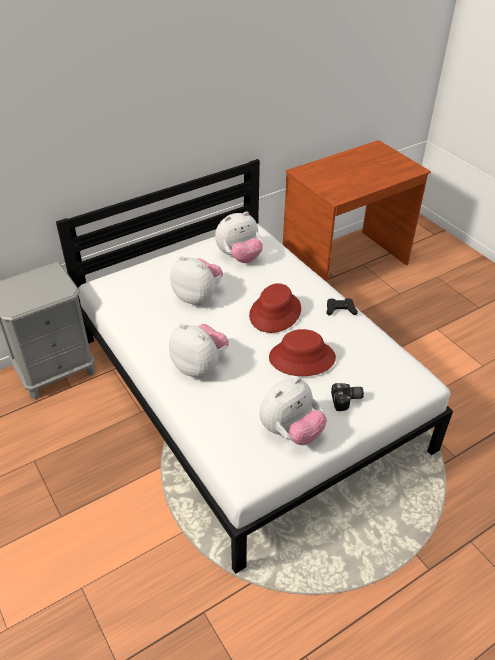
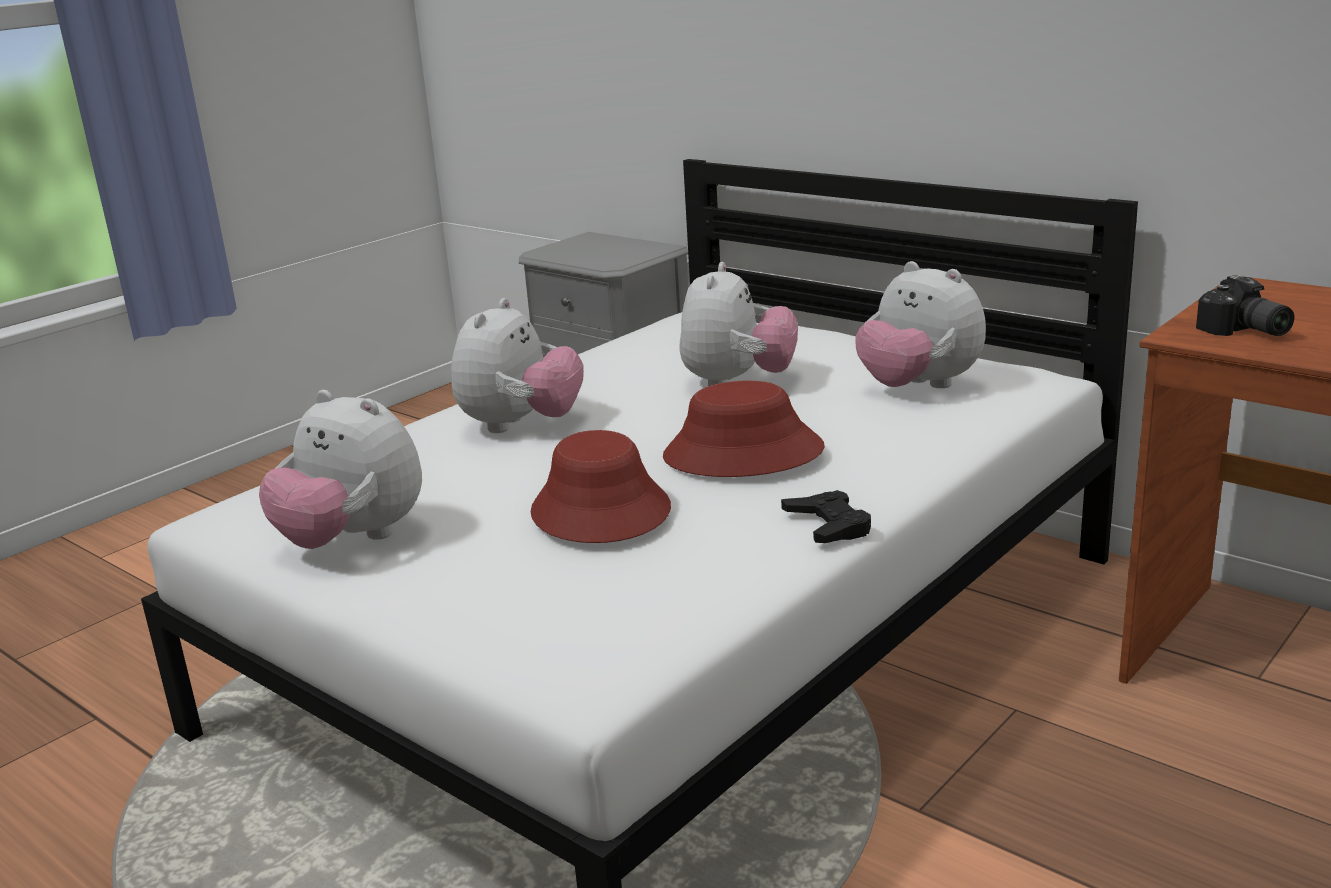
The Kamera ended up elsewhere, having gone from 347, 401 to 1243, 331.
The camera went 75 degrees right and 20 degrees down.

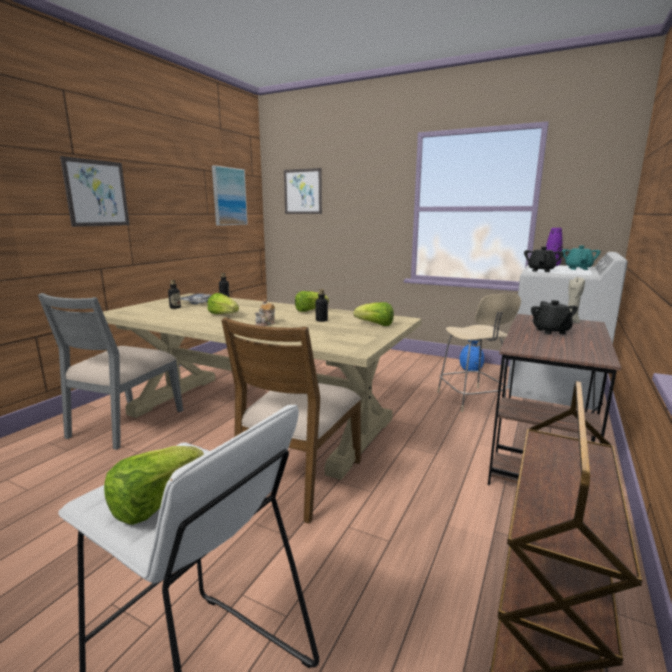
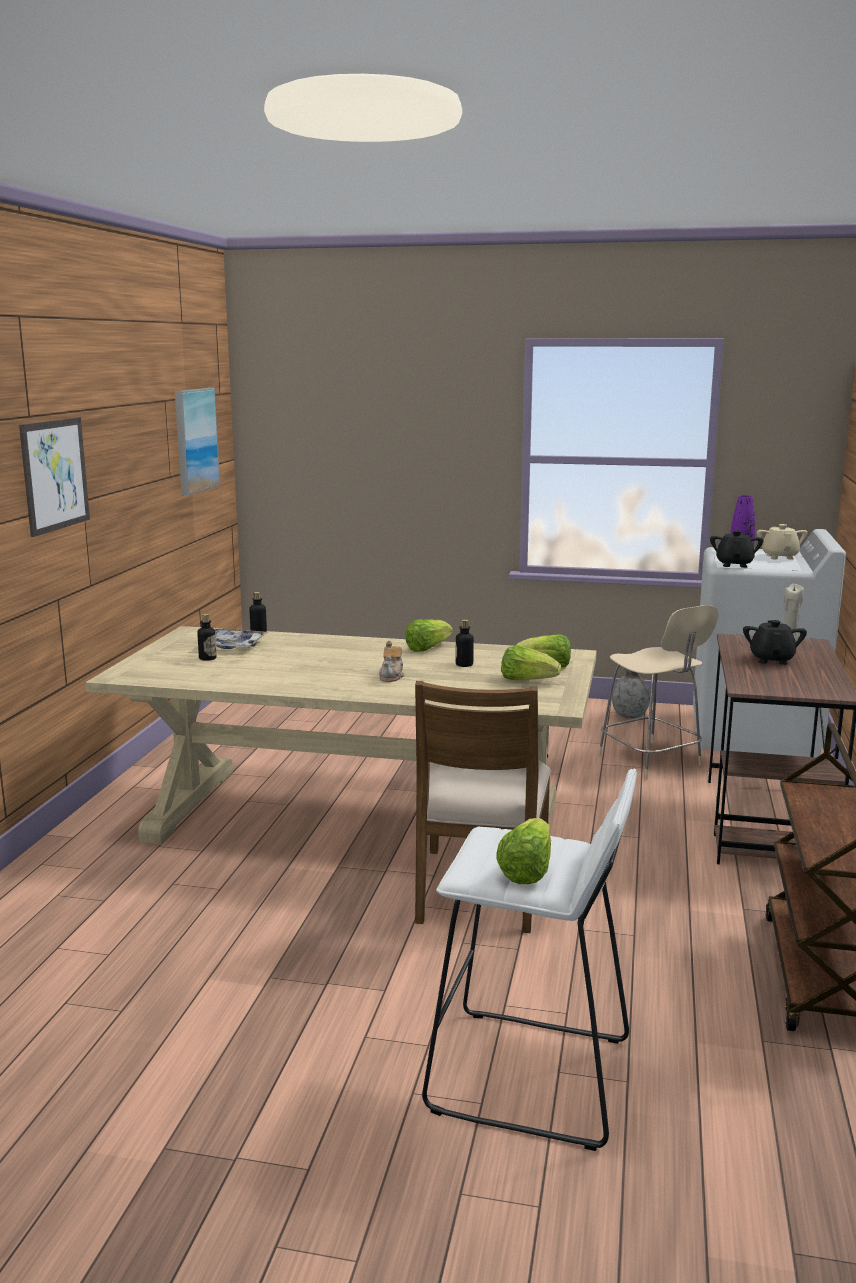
The second view lost the Stuhl/grau at 125, 423.
The second view lost the Bild at 303, 191.
The Salatkopf ended up elsewhere, having gone from 223, 315 to 527, 680.
What was the Vase/blau at 470, 370 turned into the Vase/grau at 630, 716.
What was the Teekanne/türkis at 578, 268 turned into the Teekanne/beige at 779, 557.
The Teekanne/schwarz at 551, 331 ended up facing another way, 150 degrees counterclockwise from before.
The camera went 15 degrees left and 0 degrees up.

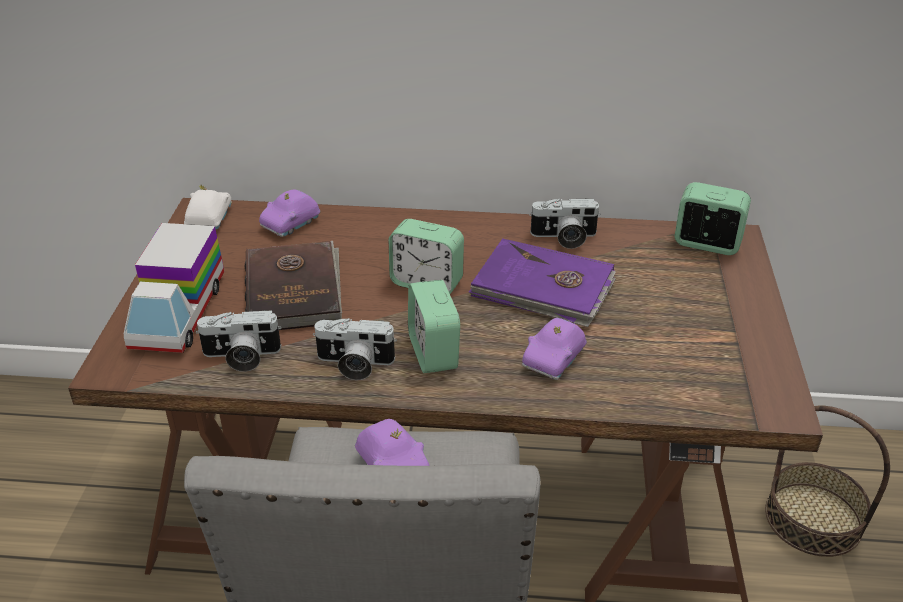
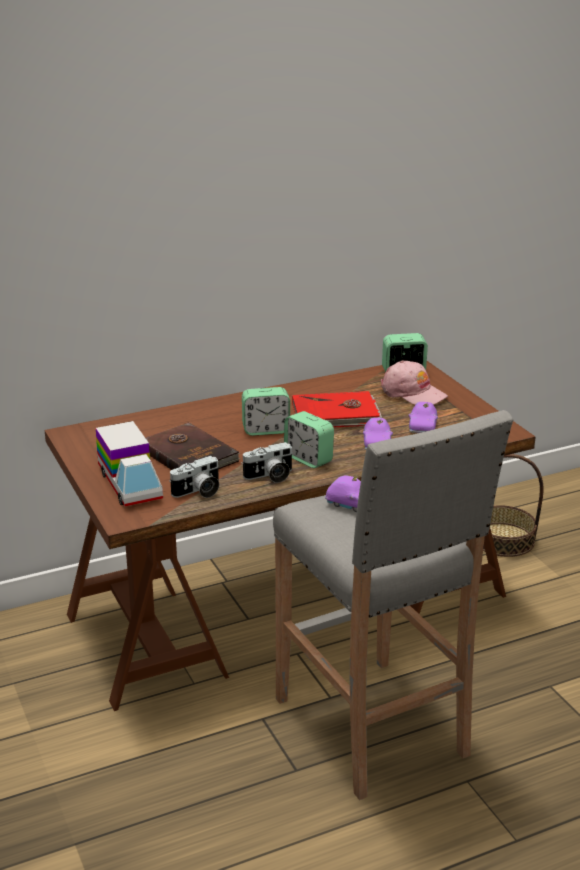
The second view lost the Spielzeugauto/weiß at 208, 219.
The second view lost the Kamera at 564, 238.
The second view gained the Kappe/rosa at 413, 393.
The Spielzeugauto/lila ended up elsewhere, having gone from 291, 224 to 423, 427.
What was the Buch/lila at 543, 288 turned into the Buch/rot at 336, 415.
The camera went 30 degrees left and 10 degrees down.

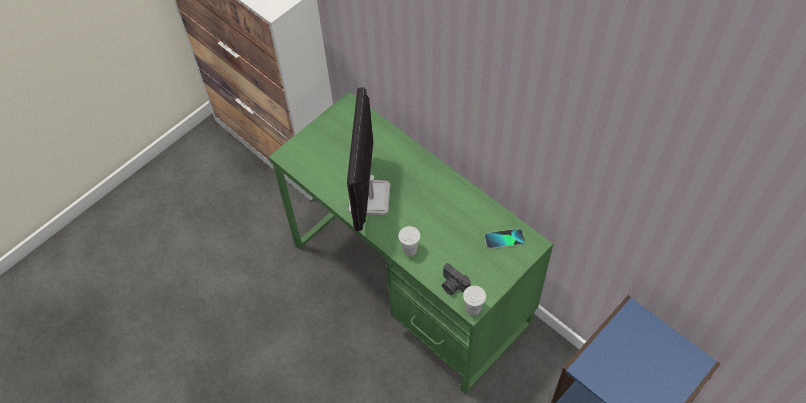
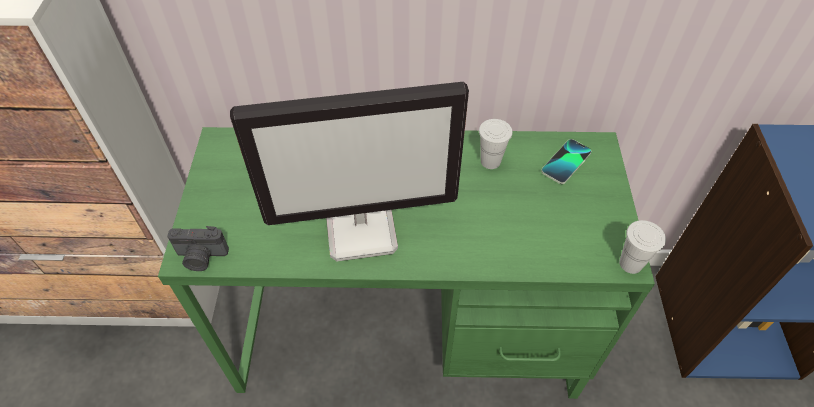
The Tasse/weiß ended up elsewhere, having gone from 410, 250 to 490, 161.
The Kamera ended up elsewhere, having gone from 453, 286 to 201, 257.
The Monitor at 369, 199 ended up facing another way, 60 degrees counterclockwise from before.
The camera went 45 degrees left and 5 degrees down.

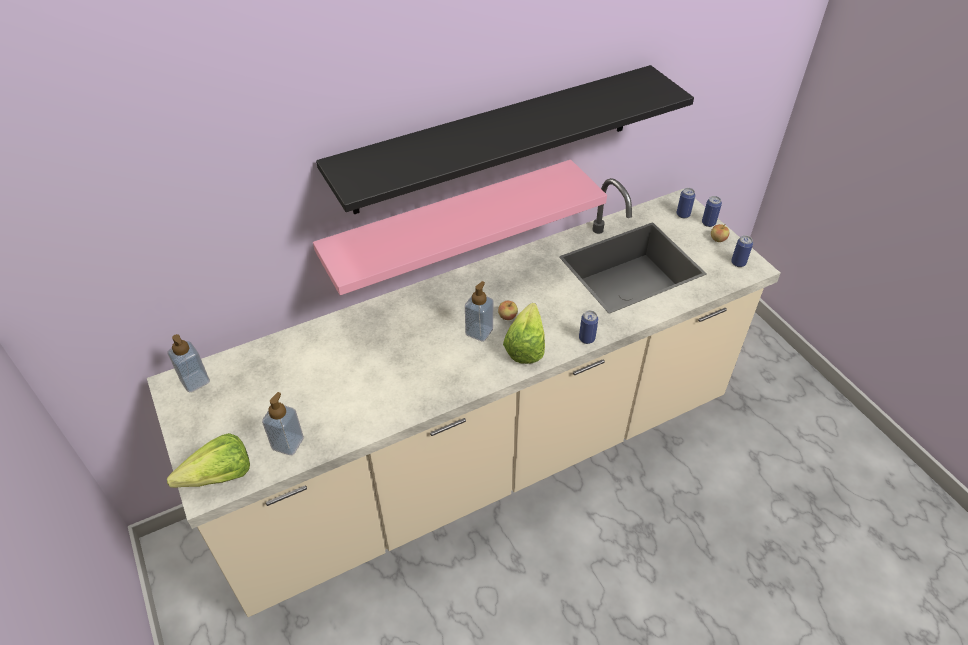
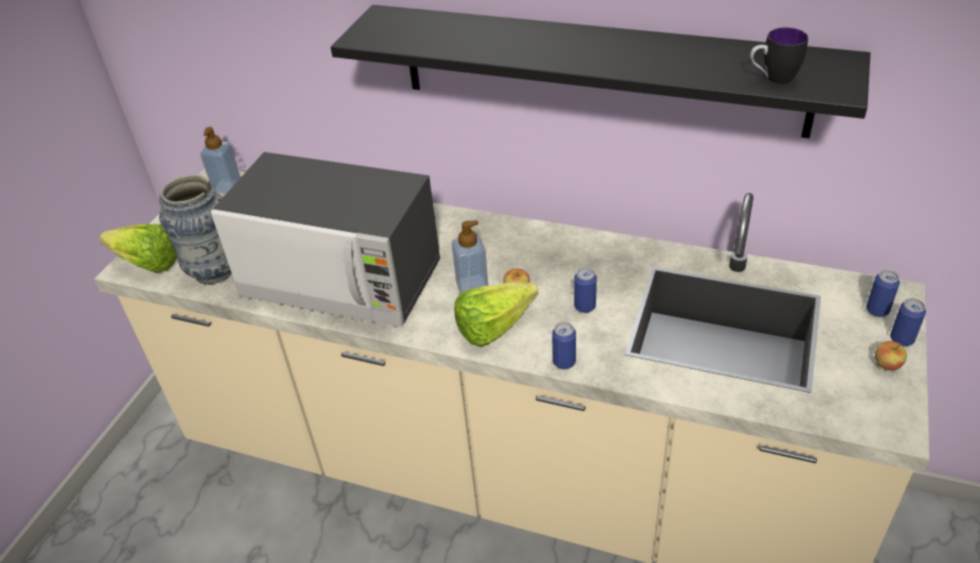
The second view lost the Wandregal/rosa at 450, 224.
The second view gained the Mikrowelle at 342, 280.
The second view gained the Henkelbecher at 772, 79.
The Dose ended up elsewhere, having gone from 738, 263 to 585, 306.
Where the Seifenspender stood at 288, 443, the Vase came to stand at 215, 272.
The camera went 50 degrees right and 5 degrees down.

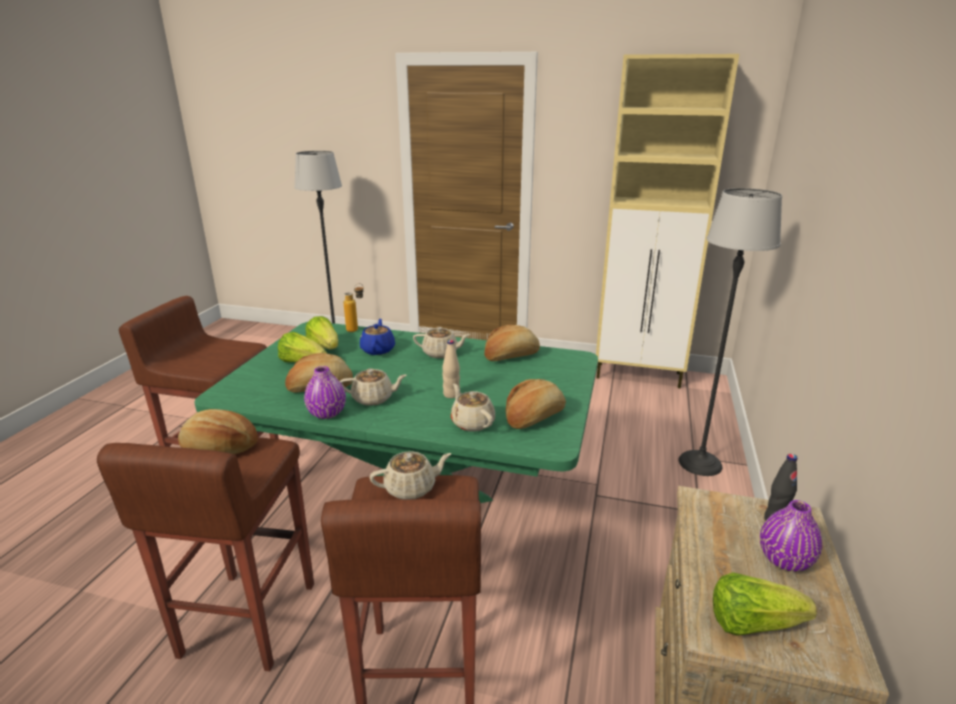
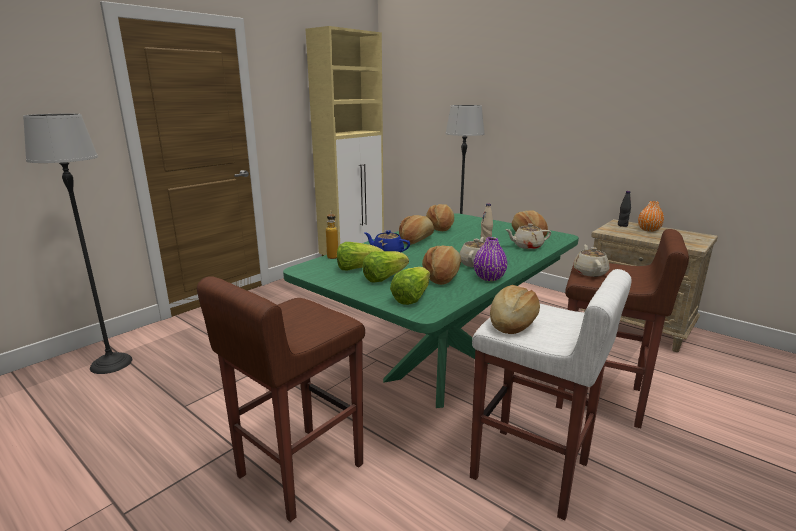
The Salatkopf ended up elsewhere, having gone from 752, 623 to 411, 298.
Where the Teekanne/beige stood at 441, 353, the Brot came to stand at 416, 240.
What was the Hocker/braun at 246, 620 turned into the Hocker/weiß at 531, 472.
What was the Vase/lila at 784, 560 turned into the Vase/orange at 648, 230.
The camera went 65 degrees left and 5 degrees down.

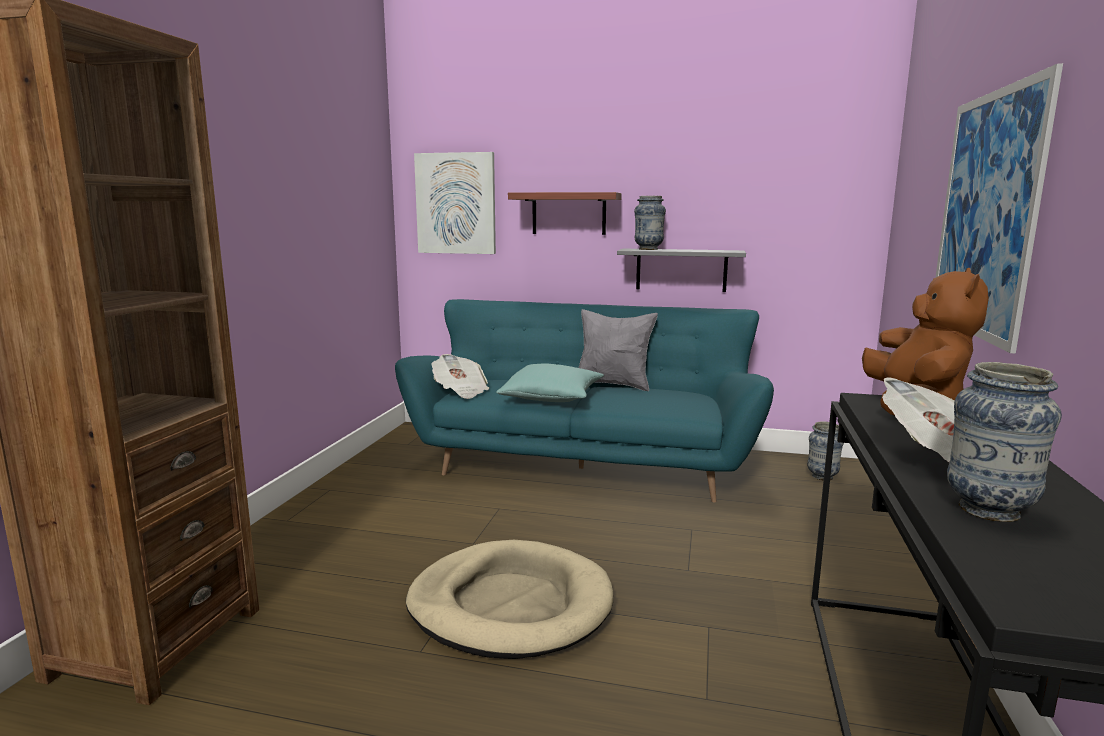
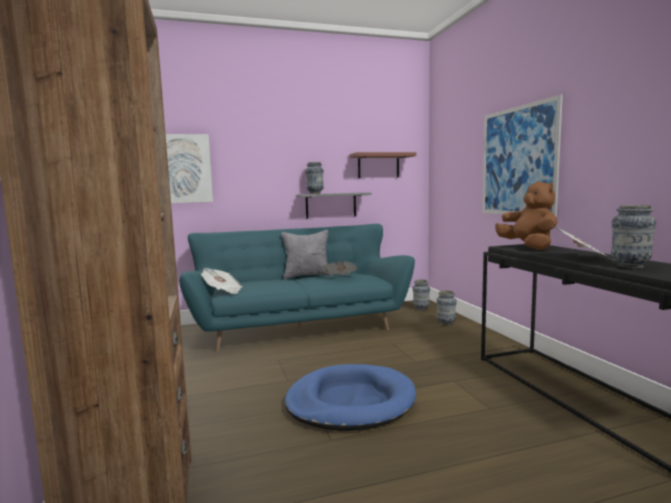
The second view lost the Kissen/türkis at 552, 397.
The second view gained the Zeitung at 341, 278.
The second view gained the Vase at 446, 324.
The Wandregal ended up elsewhere, having gone from 569, 213 to 378, 165.
What was the Hundebett/beige at 510, 605 turned into the Hundebett/blau at 350, 402.
The camera went 30 degrees left and 5 degrees down.

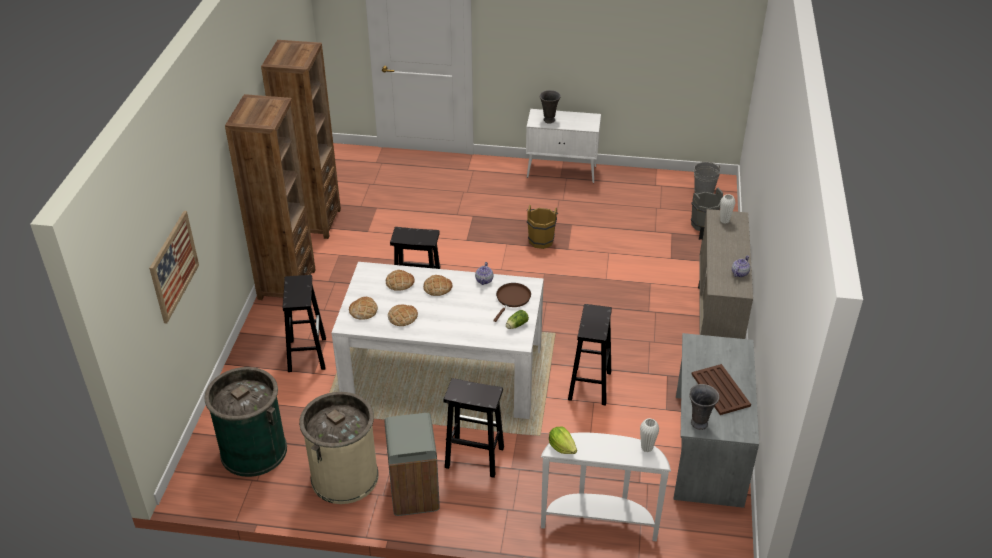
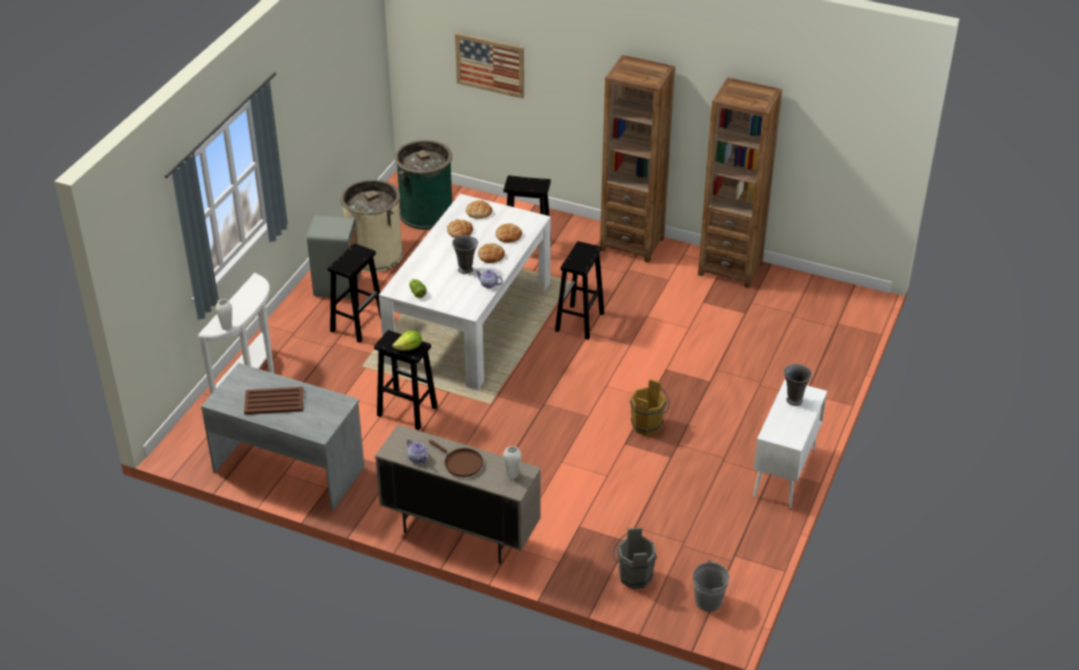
The Pfanne/braun ended up elsewhere, having gone from 512, 299 to 461, 463.
The Salatkopf ended up elsewhere, having gone from 562, 447 to 409, 348.
The Vase/grau ended up elsewhere, having gone from 699, 422 to 466, 270.
The camera went 105 degrees right and 0 degrees up.

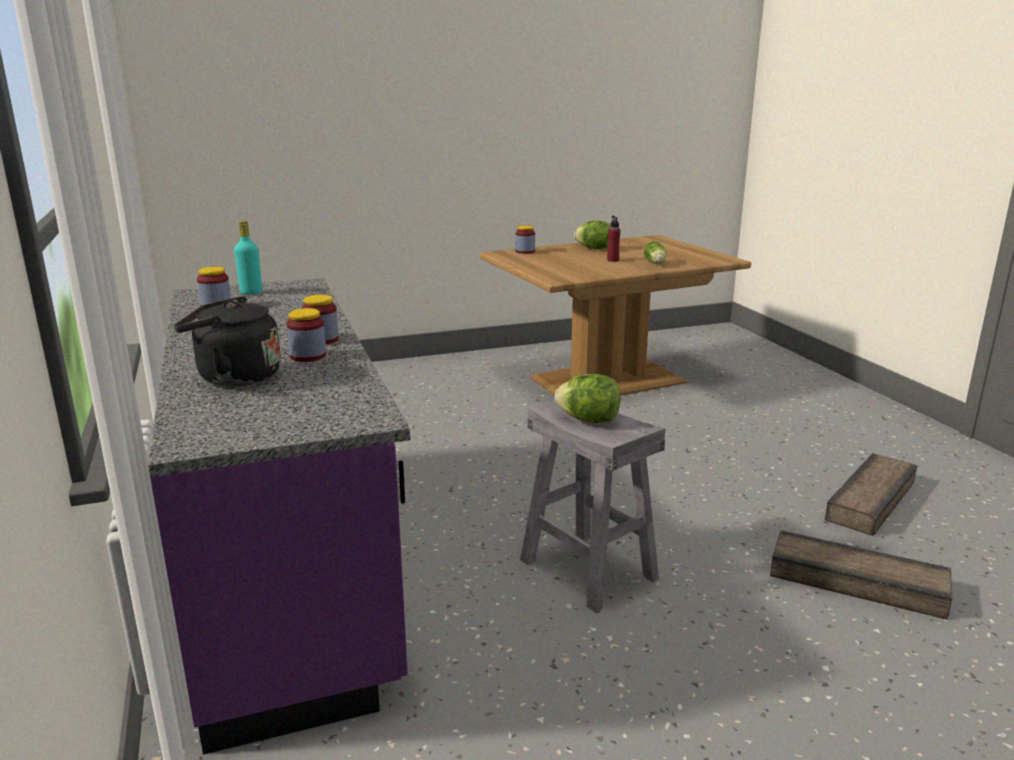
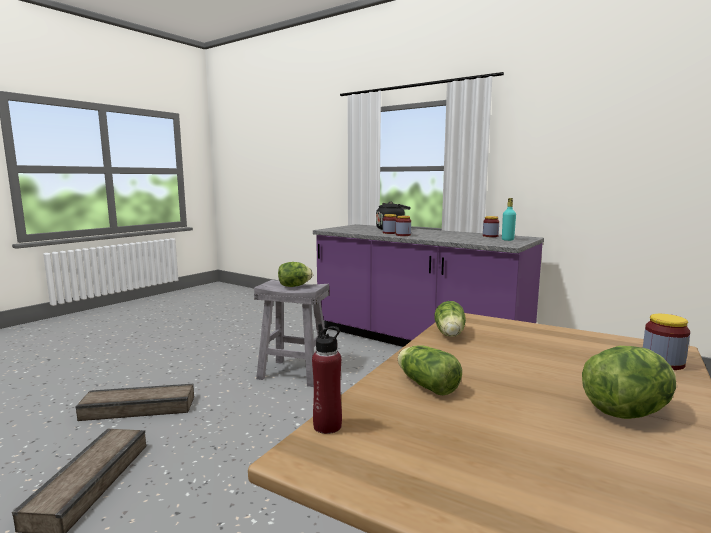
The second view gained the Salatkopf at 449, 334.
The Flasche/rot ended up elsewhere, having gone from 613, 260 to 327, 426.
The camera went 145 degrees right and 10 degrees down.

